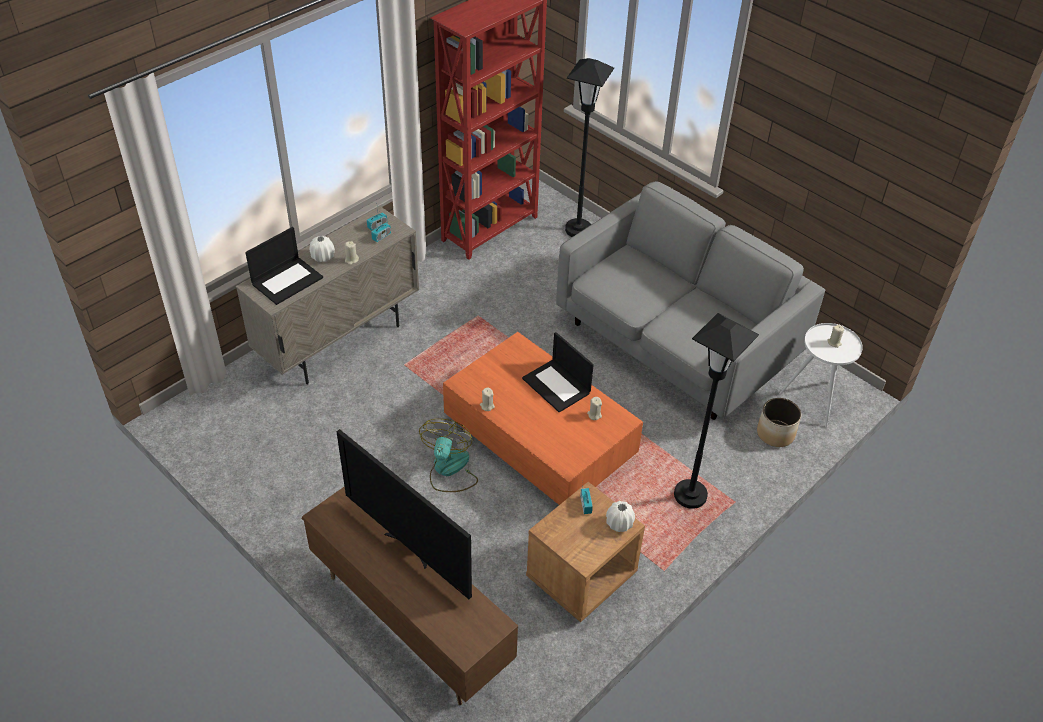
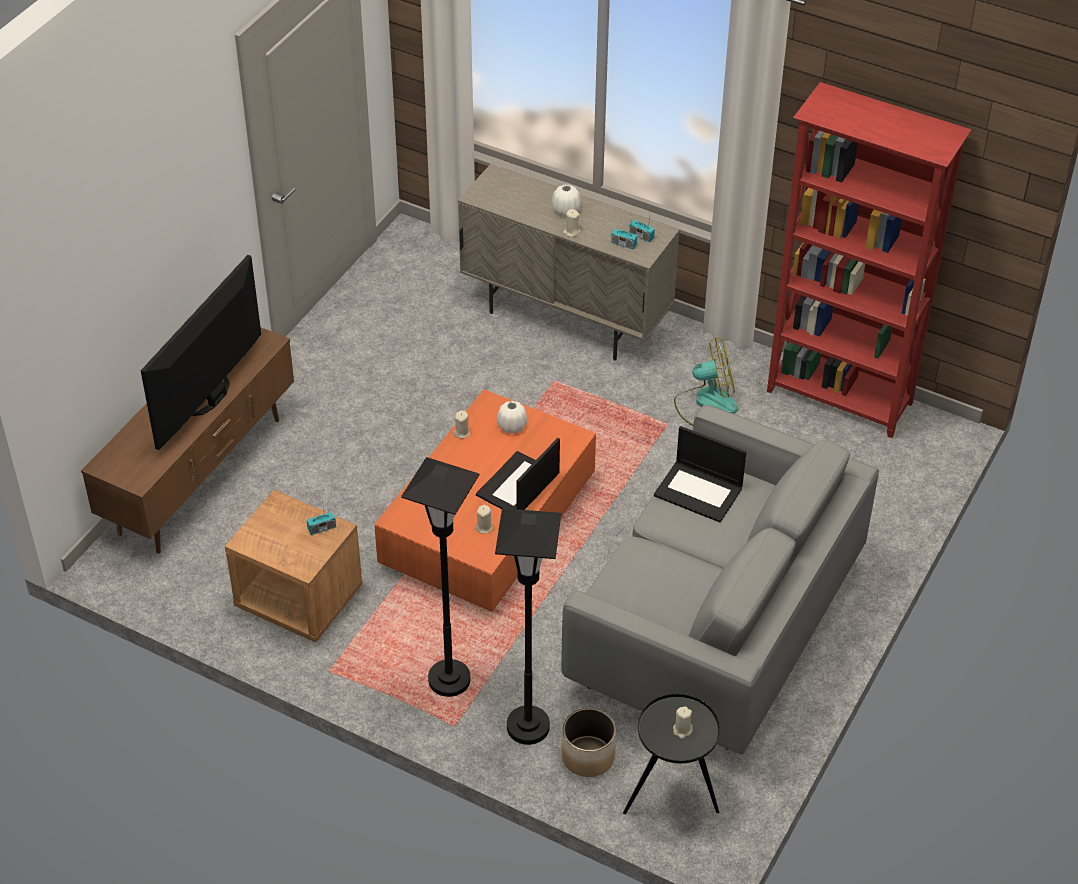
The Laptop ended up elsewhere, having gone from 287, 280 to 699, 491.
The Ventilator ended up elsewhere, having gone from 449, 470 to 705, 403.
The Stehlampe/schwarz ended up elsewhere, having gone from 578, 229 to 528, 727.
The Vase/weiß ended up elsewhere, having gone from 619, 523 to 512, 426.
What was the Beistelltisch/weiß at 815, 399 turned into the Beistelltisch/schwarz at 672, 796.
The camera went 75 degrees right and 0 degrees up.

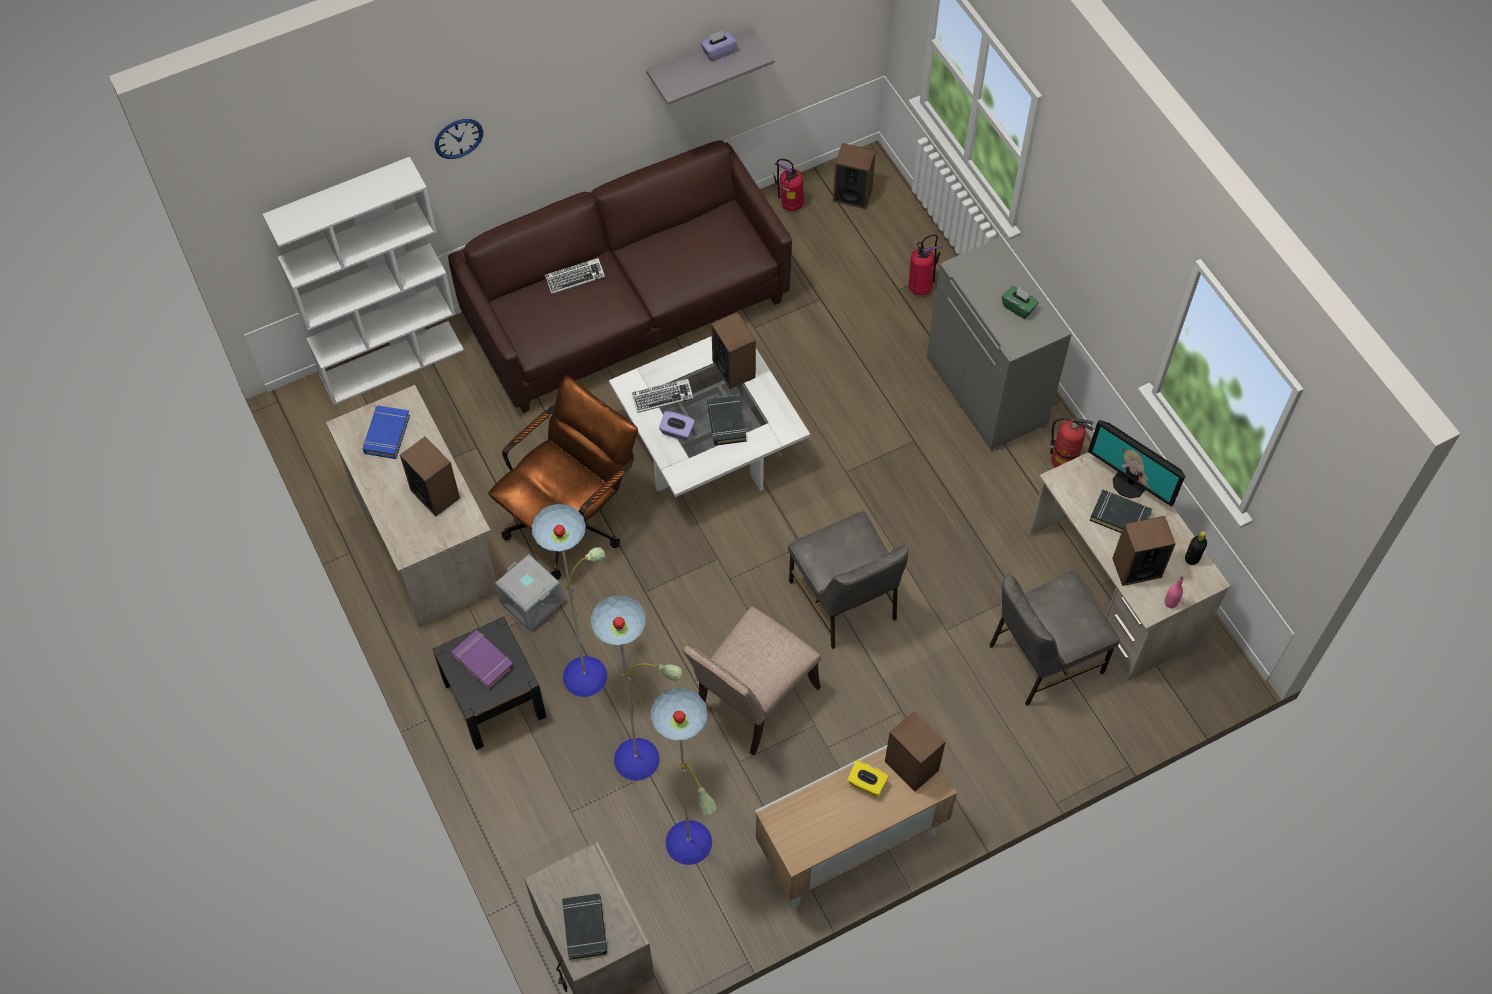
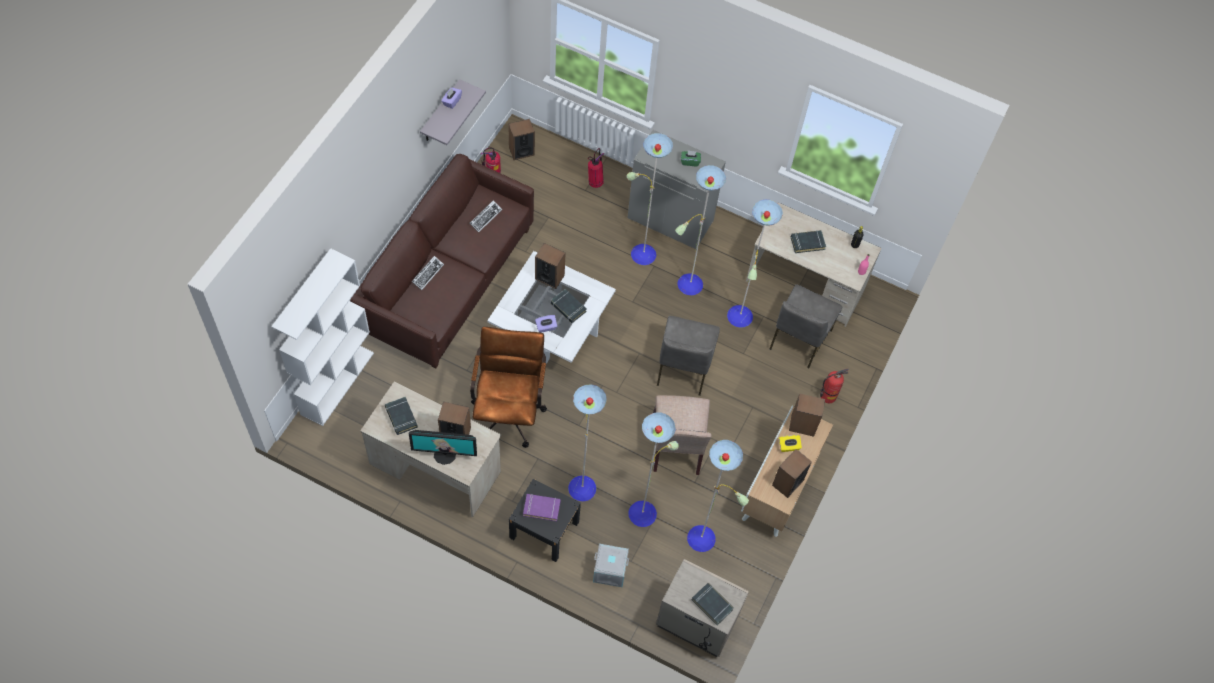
The second view lost the Wanduhr at 458, 138.
The second view gained the Stehlampe at 689, 285.
The Aufbewahrungsbox/grau ended up elsewhere, having gone from 530, 603 to 609, 571.
The Tastatur ended up elsewhere, having gone from 662, 397 to 485, 217.
The Feuerlöscher ended up elsewhere, having gone from 1064, 461 to 828, 396.
The Monitor ended up elsewhere, having gone from 1129, 484 to 445, 454.
The Lautsprecher ended up elsewhere, having gone from 1136, 567 to 787, 482.
What was the Buch/blau at 386, 434 turned into the Buch/schwarz at 401, 417.
The Stuhl/grau at 844, 601 ended up facing another way, 75 degrees clockwise from before.
The camera went 40 degrees left and 0 degrees up.

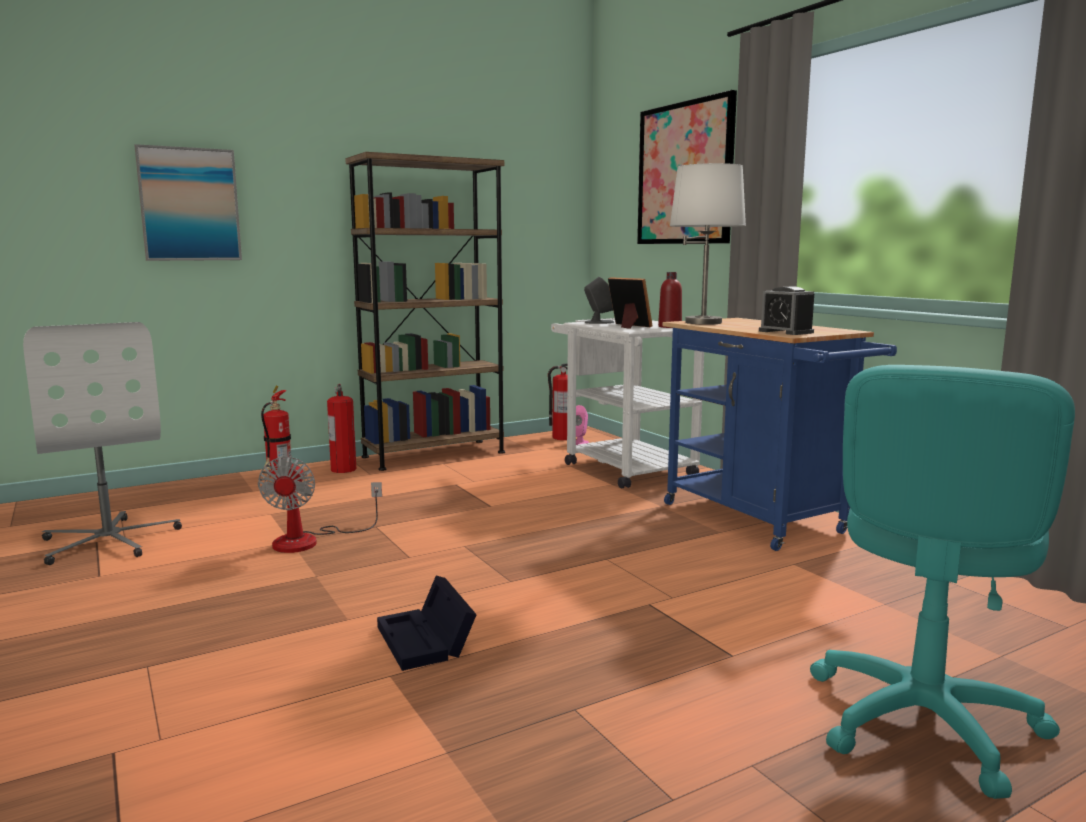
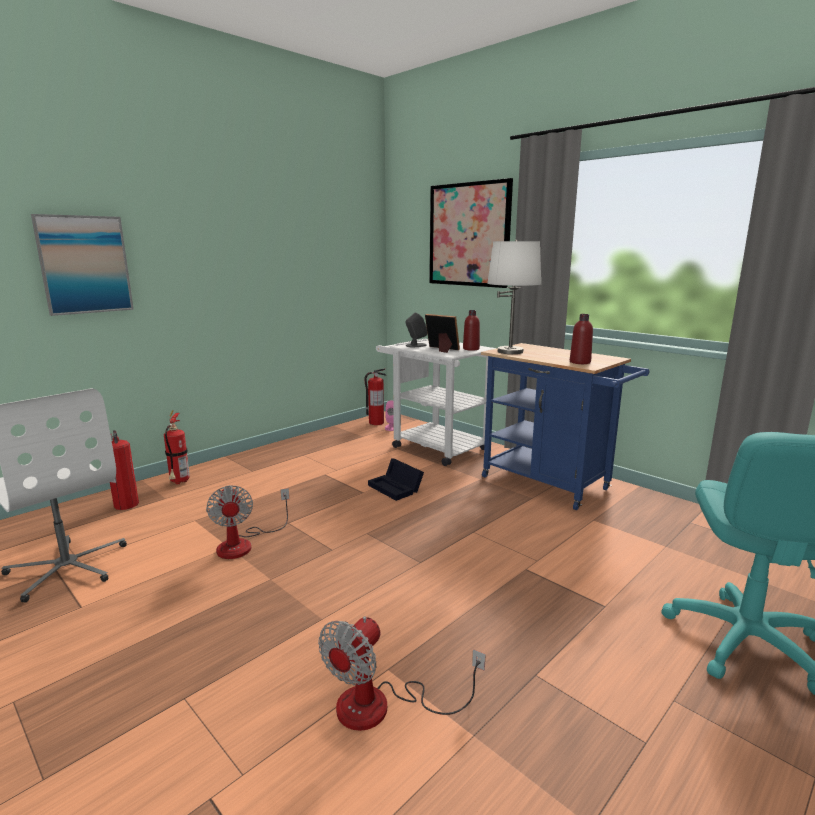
The second view lost the Bücherregal/braun at 434, 454.
The second view gained the Ventilator at 382, 706.
The Feuerlöscher ended up elsewhere, having gone from 343, 469 to 126, 504.
The Aufbewahrungsbox/schwarz ended up elsewhere, having gone from 427, 641 to 396, 488.
Where the Wecker stood at 786, 332, the Flasche/rot came to stand at 580, 362.
The camera went 15 degrees left and 5 degrees up.

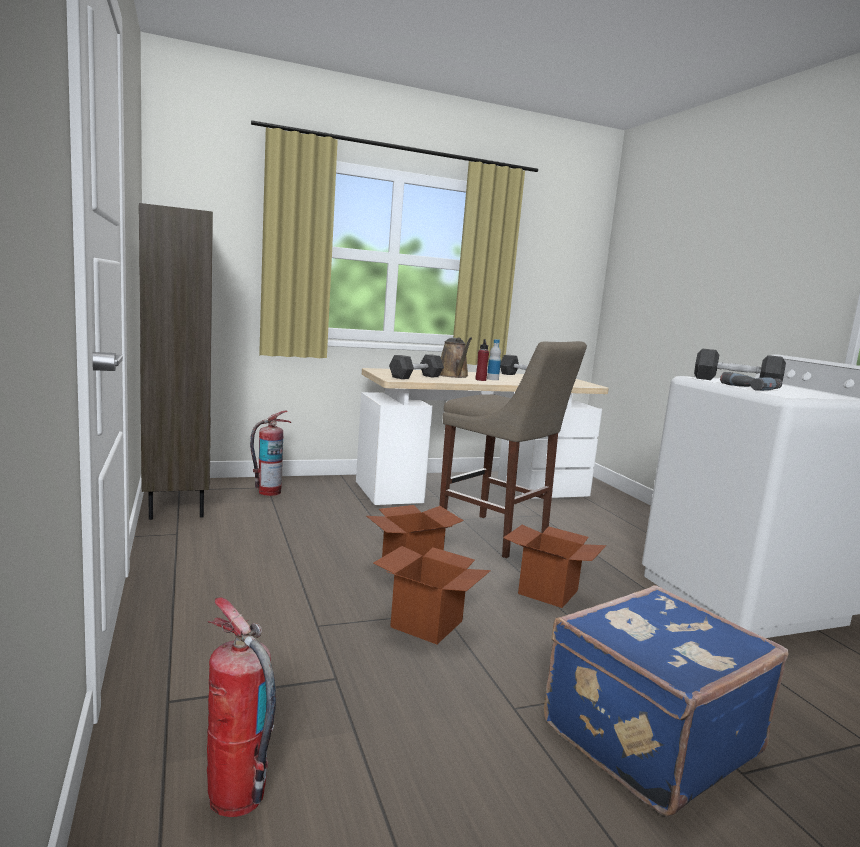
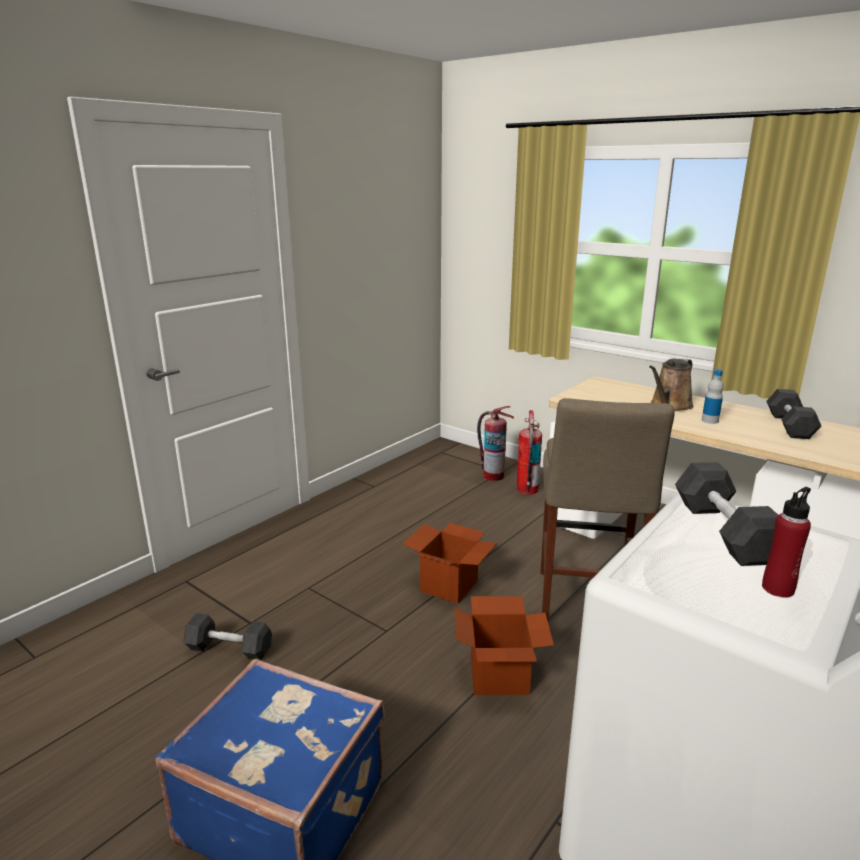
The second view lost the Bücherregal/braun at 175, 501.
The second view lost the Karton at 427, 624.
The second view lost the Bohrmaschine at 749, 387.
The Feuerlöscher ended up elsewhere, having gone from 236, 797 to 527, 489.
The Hantel/schwarz ended up elsewhere, having gone from 416, 377 to 229, 649.
The Flasche/rot ended up elsewhere, having gone from 480, 380 to 778, 588.
The camera went 60 degrees right and 10 degrees up.

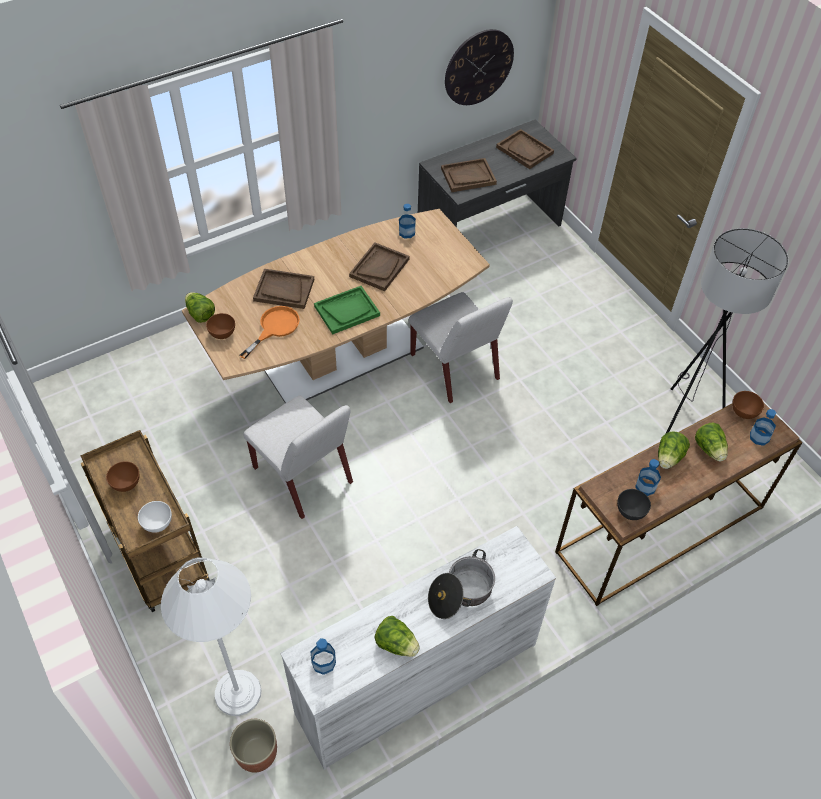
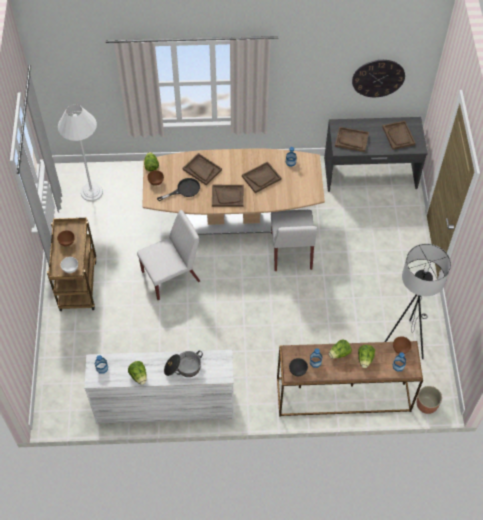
The Stehlampe/weiß ended up elsewhere, having gone from 238, 692 to 92, 192.
The Pflanzkübel ended up elsewhere, having gone from 256, 753 to 426, 405.
What was the Pfanne/orange at 275, 328 turned into the Pfanne/schwarz at 184, 190.
What was the Tablett/grün at 347, 311 turned into the Tablett/braun at 227, 196.
The Stuhl/weiß at 303, 476 ended up facing another way, 105 degrees counterclockwise from before.
The camera went 30 degrees right and 5 degrees up.

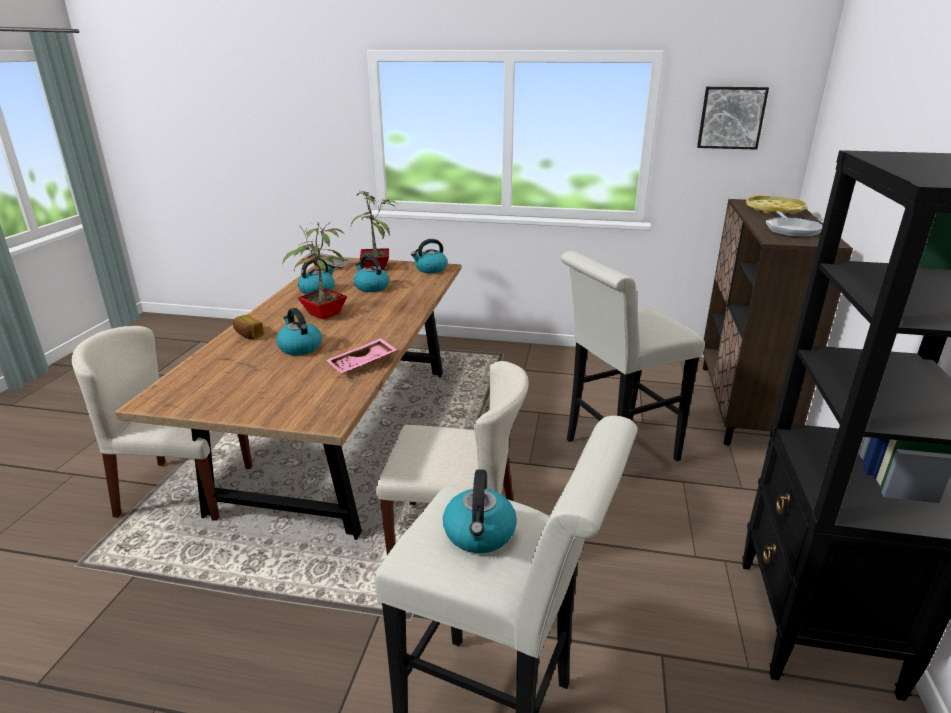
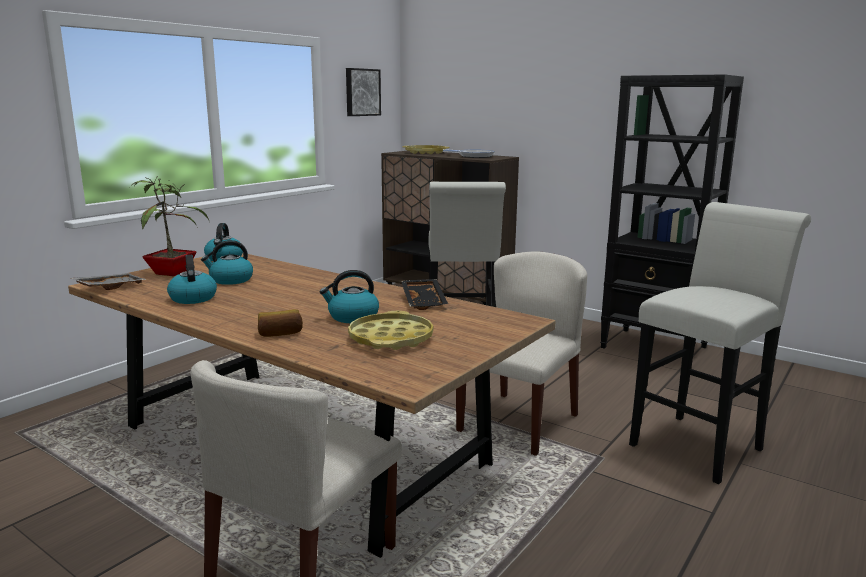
The second view lost the Topfpflanze at 322, 315.
The second view lost the Wasserkessel at 479, 534.
The second view gained the Tablett/gelb at 391, 338.
What was the Tablett/rosa at 363, 364 turned into the Tablett/schwarz at 425, 301.
The camera went 65 degrees left and 10 degrees down.

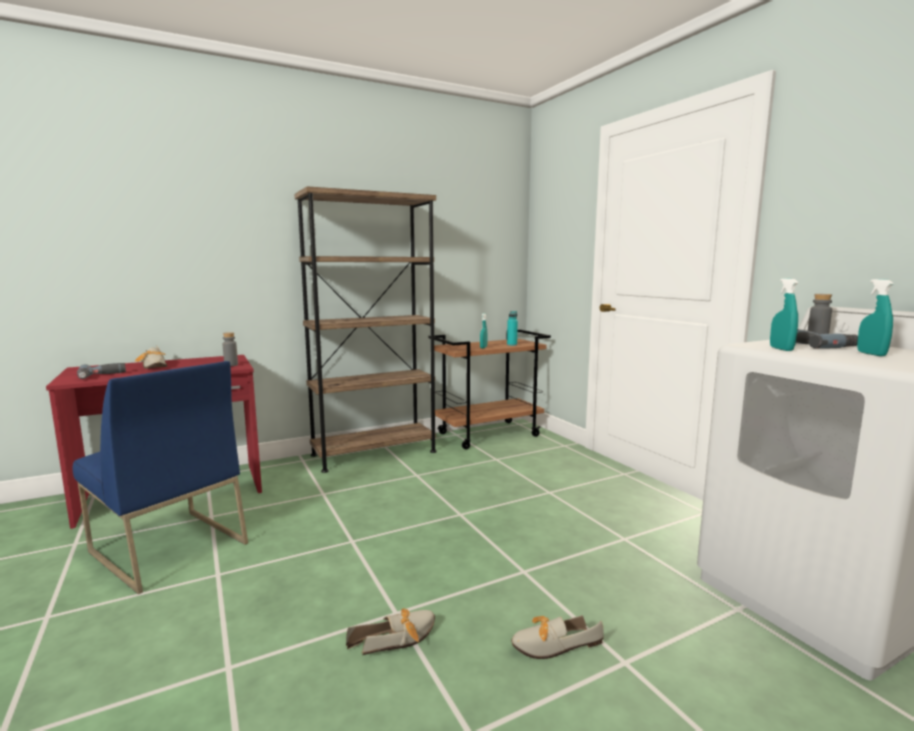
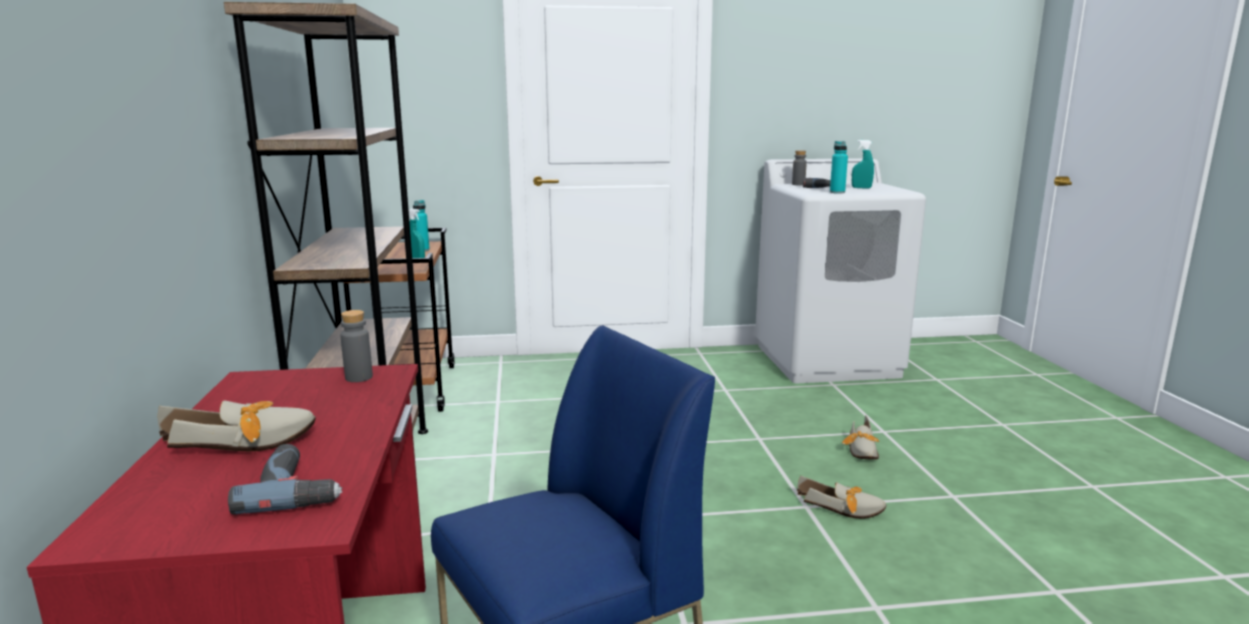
Where the Sprühflasche/türkis stood at 781, 349, the Flasche/türkis came to stand at 837, 192.
The Schuh at 399, 638 ended up facing another way, 120 degrees clockwise from before.
The camera went 70 degrees left and 5 degrees up.

